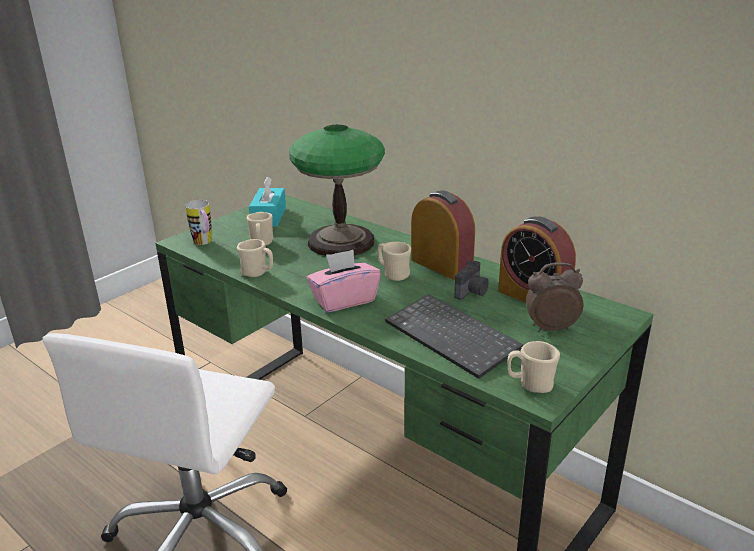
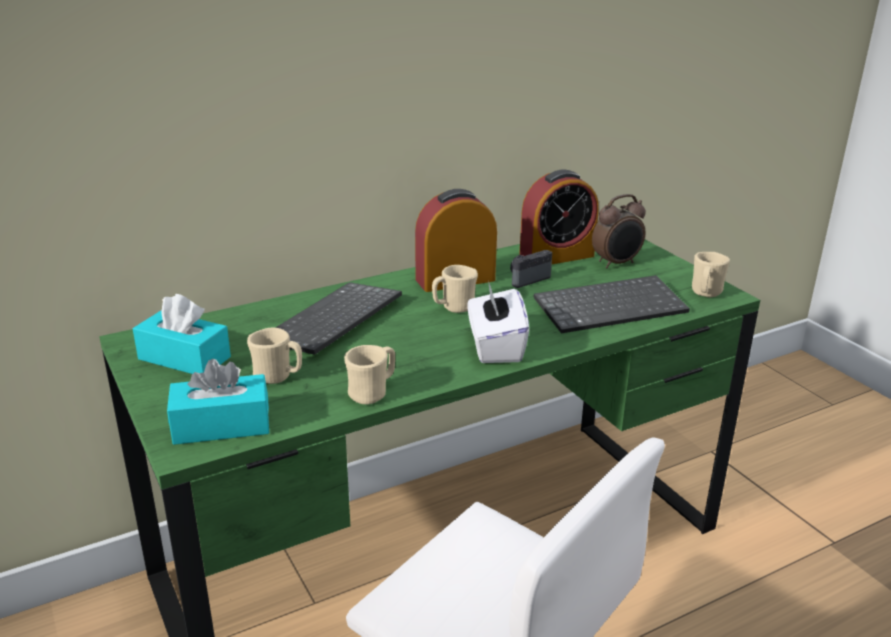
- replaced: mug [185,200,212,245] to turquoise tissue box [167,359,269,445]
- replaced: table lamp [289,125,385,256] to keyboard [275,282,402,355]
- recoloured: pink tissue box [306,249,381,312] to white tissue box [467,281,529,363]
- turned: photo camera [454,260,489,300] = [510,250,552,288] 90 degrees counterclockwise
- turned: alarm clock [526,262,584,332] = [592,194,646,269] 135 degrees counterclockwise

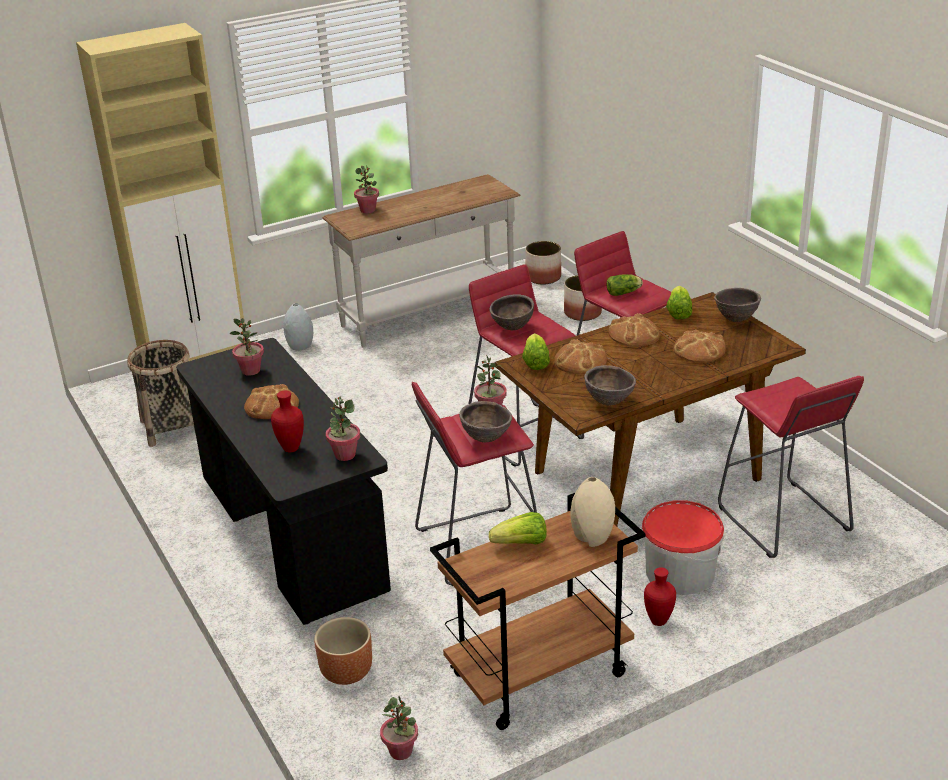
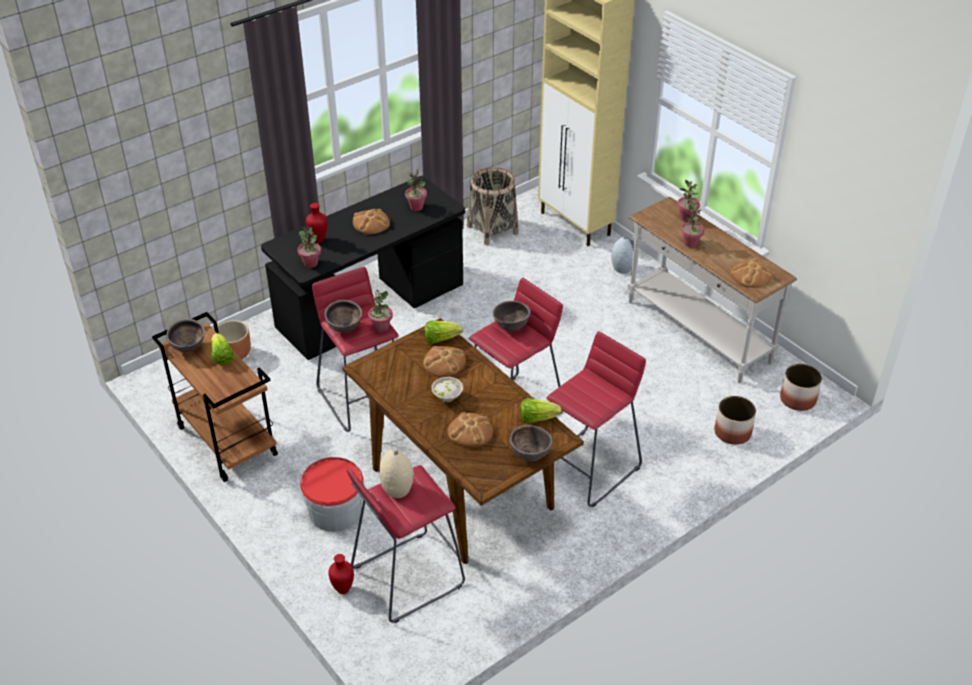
- moved: brown bowl [584,365,636,406] to [167,319,205,352]
- moved: red vase [644,567,676,626] to [328,554,354,594]
- moved: beige vase [570,477,615,547] to [379,450,414,498]
- added: white bowl [431,377,463,402]
- moved: potted plant [380,696,418,760] to [681,205,704,247]
- moved: bread [608,313,660,347] to [731,258,772,288]
- removed: lettuce [607,274,643,296]

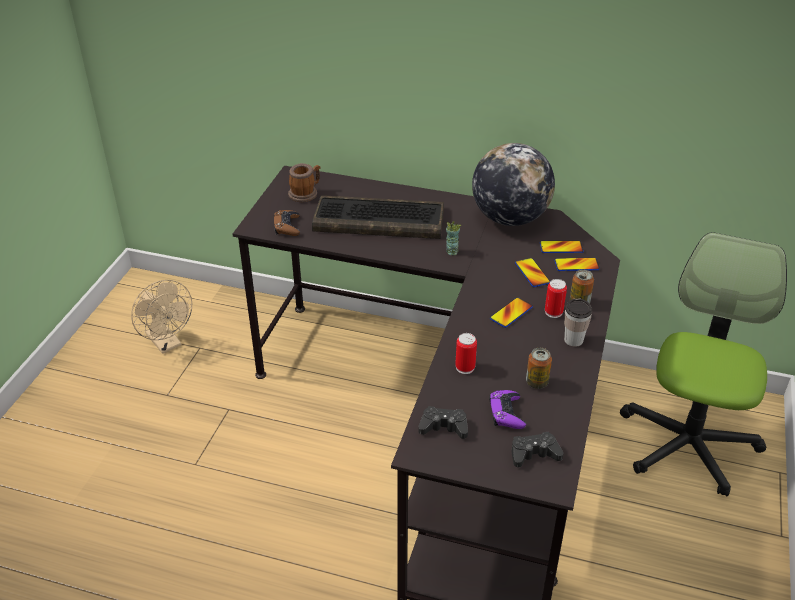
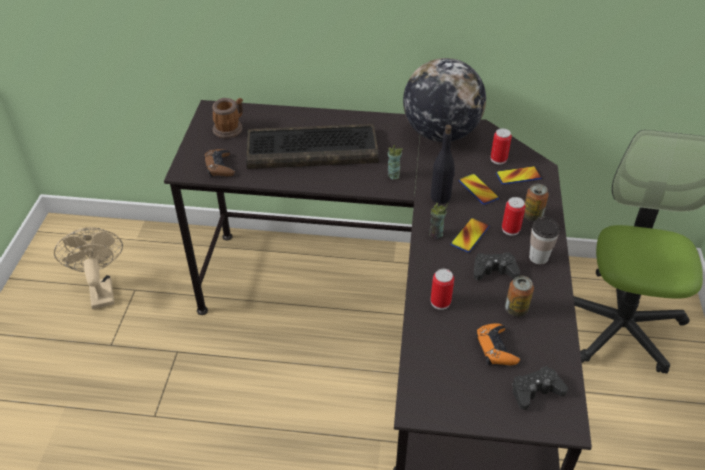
- turned: beige fan [131,280,192,354] = [54,227,123,309] 150 degrees counterclockwise
- added: cup [429,203,448,239]
- added: black bottle [431,125,455,204]
- moved: black game controller [418,406,468,439] to [474,253,520,280]
- recoloured: purple game controller [489,390,526,429] to orange game controller [476,323,520,365]
- replaced: phone [540,241,584,253] to can [491,128,512,164]

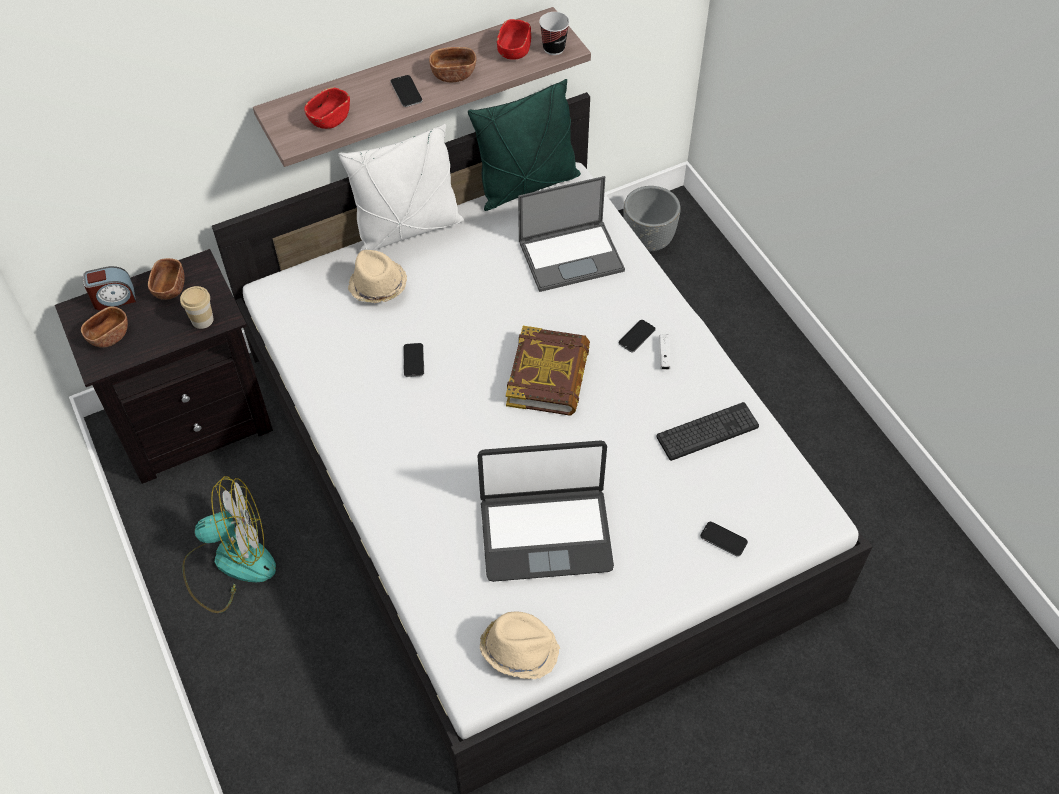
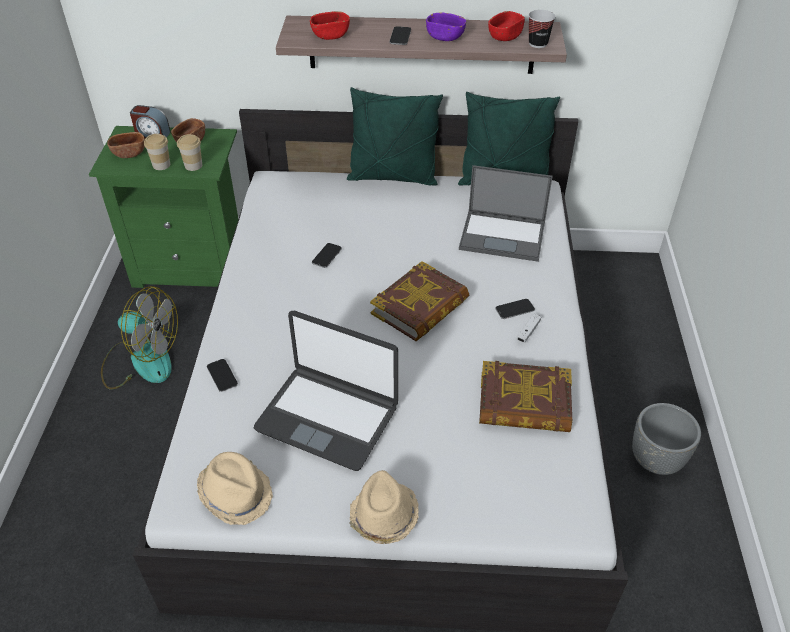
- recoloured: black nightstand [55,249,273,484] to green nightstand [89,126,238,288]
- added: cup [144,134,170,170]
- moved: phone [700,522,748,557] to [207,359,238,392]
- recoloured: white pillow [338,124,464,251] to green pillow [347,87,443,186]
- moved: beige hat [348,250,407,303] to [349,470,419,544]
- recoloured: brown bowl [429,47,476,82] to purple bowl [426,13,466,41]
- replaced: keyboard [657,402,759,461] to book [479,361,572,432]
- moved: grey planter [623,186,680,251] to [632,403,701,475]

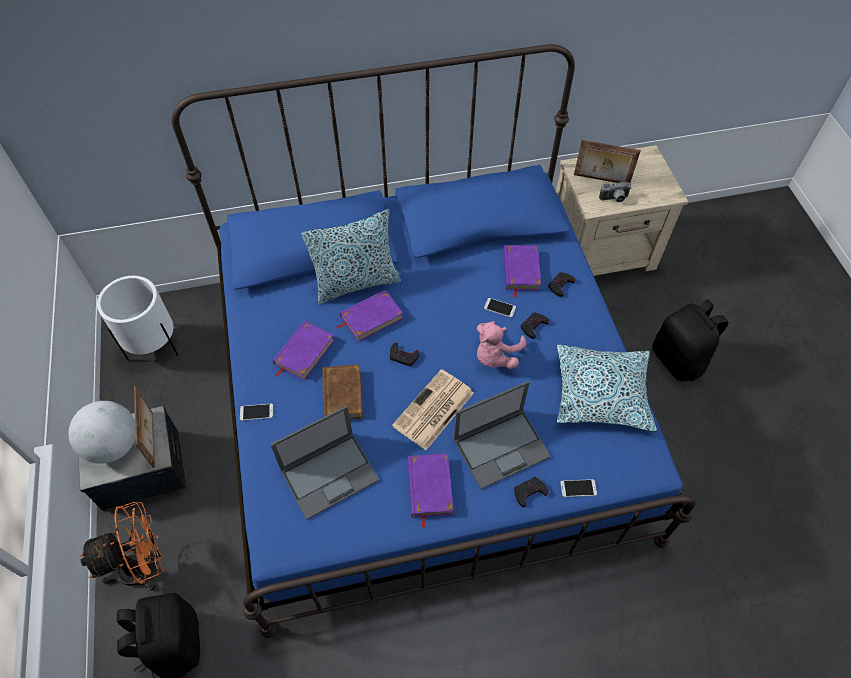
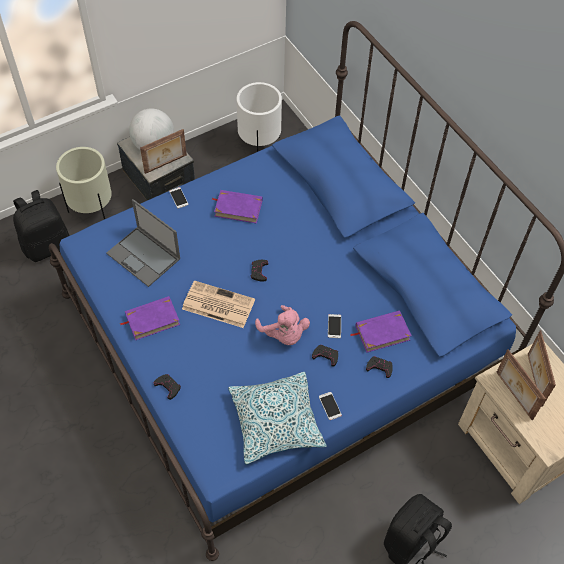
- replaced: orange fan [79,502,163,591] to beige planter [56,147,112,219]
- turned: pink plush toy [477,321,526,369] = [255,305,310,345] 135 degrees counterclockwise
- moved: phone [560,479,597,497] to [319,392,342,420]
- replaced: photo camera [599,182,631,202] to picture frame [496,349,546,420]
- removed: pillow [301,209,401,304]
- removed: brown book [322,364,363,419]
- removed: purple book [336,290,403,342]
- removed: laptop [454,381,551,489]

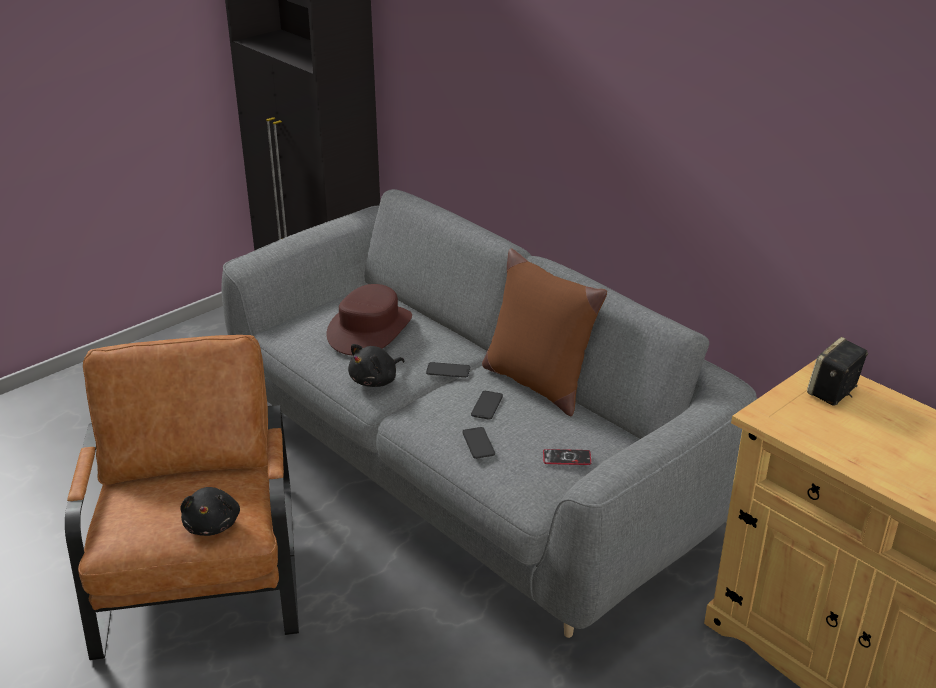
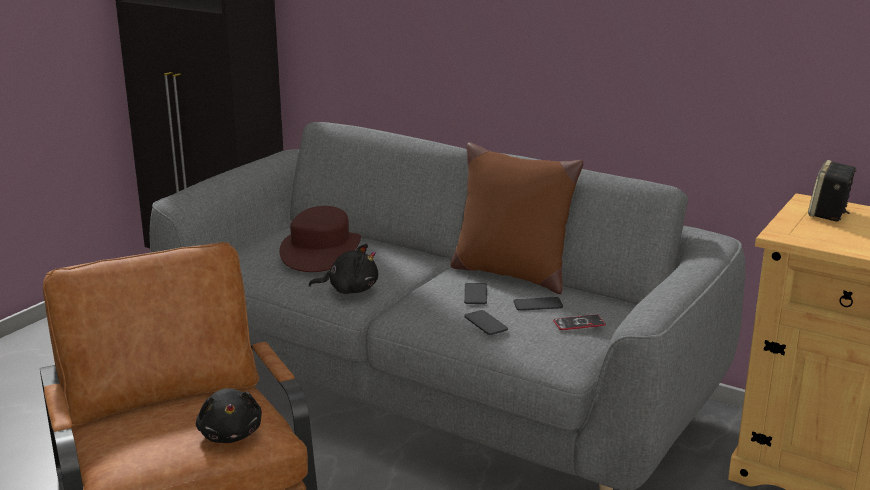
- turned: black plush toy [348,344,405,387] = [309,244,378,294] 120 degrees counterclockwise
- moved: phone [426,362,470,378] to [514,297,563,311]

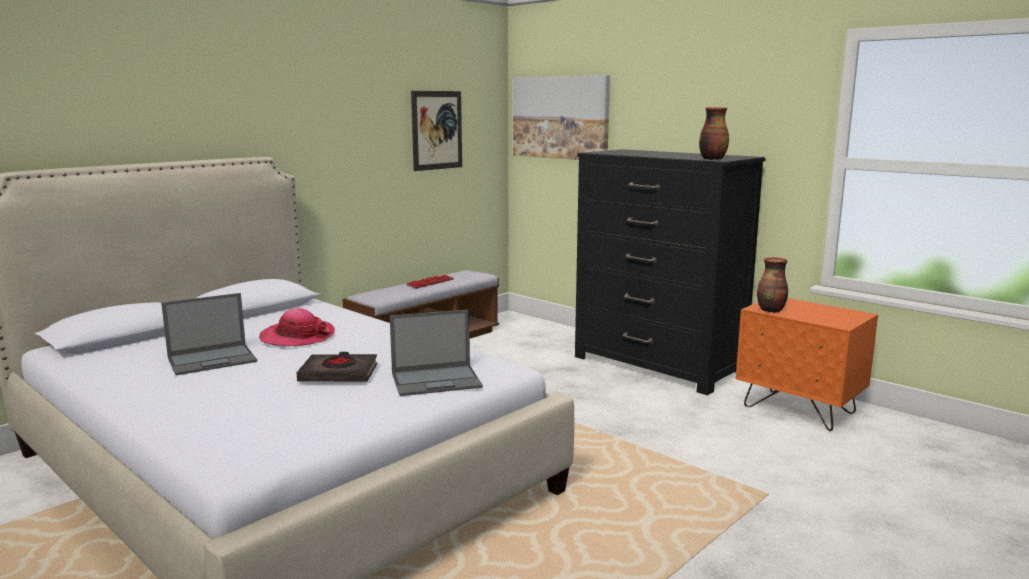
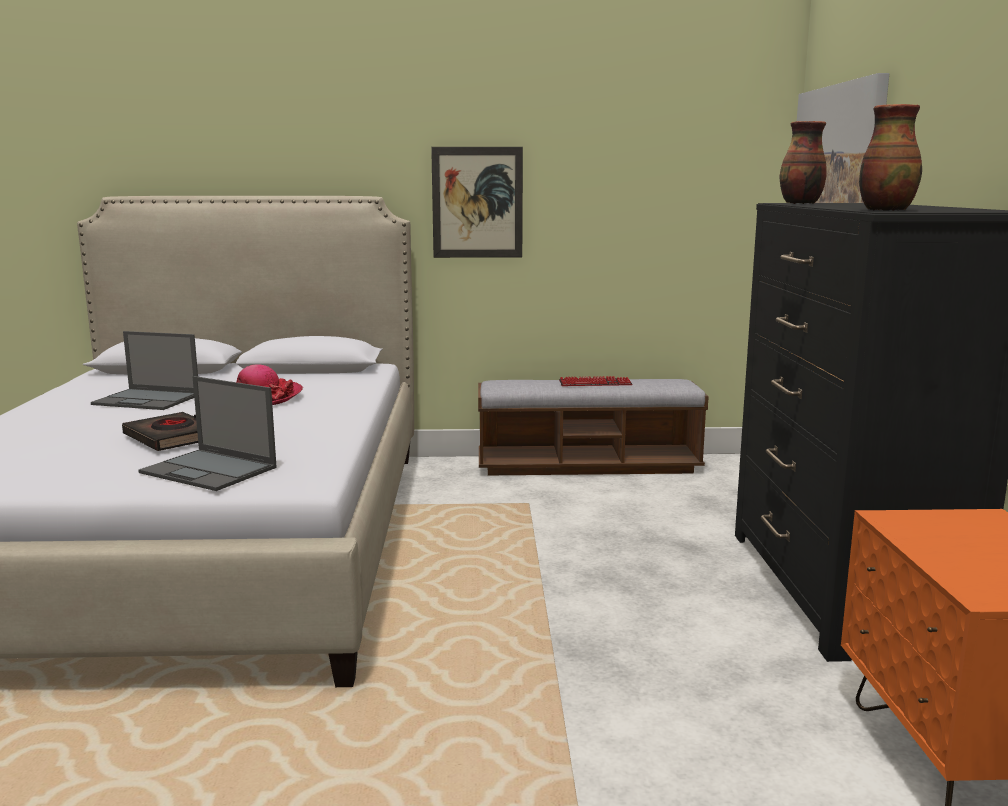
- moved: picture [411,91,462,171] to [431,147,523,258]
- moved: vase [757,257,788,313] to [780,121,827,204]

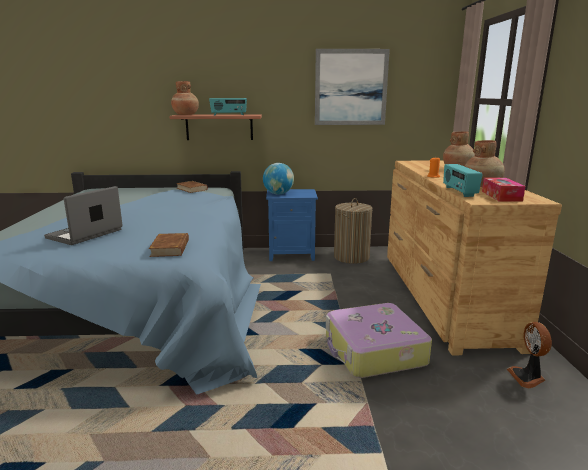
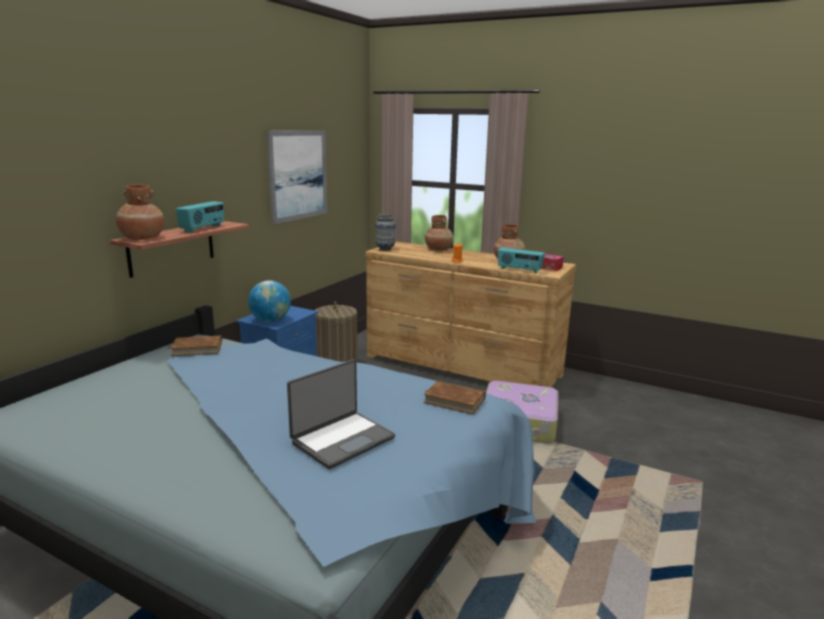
- turned: laptop [44,186,123,245] = [287,359,395,469] 105 degrees counterclockwise
- added: vase [375,214,396,251]
- removed: fan [507,322,552,388]

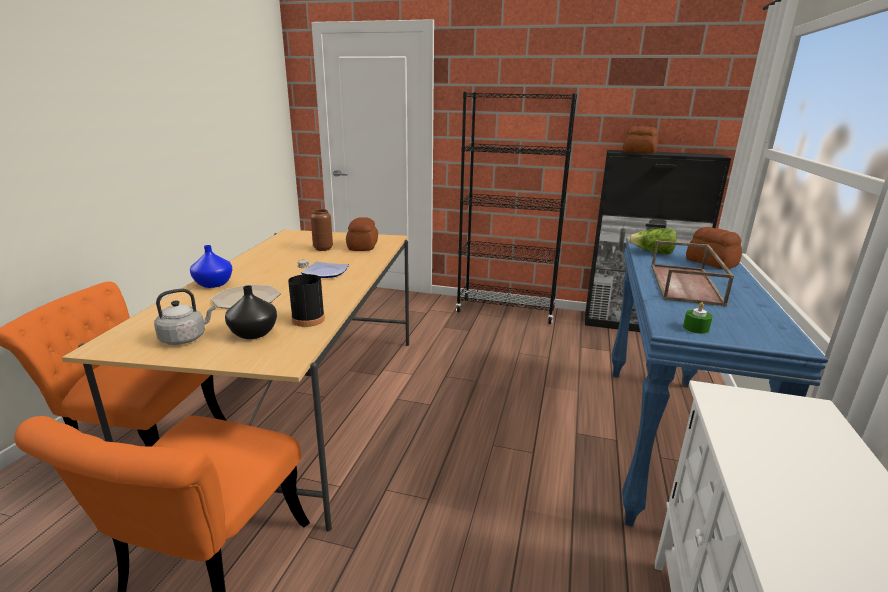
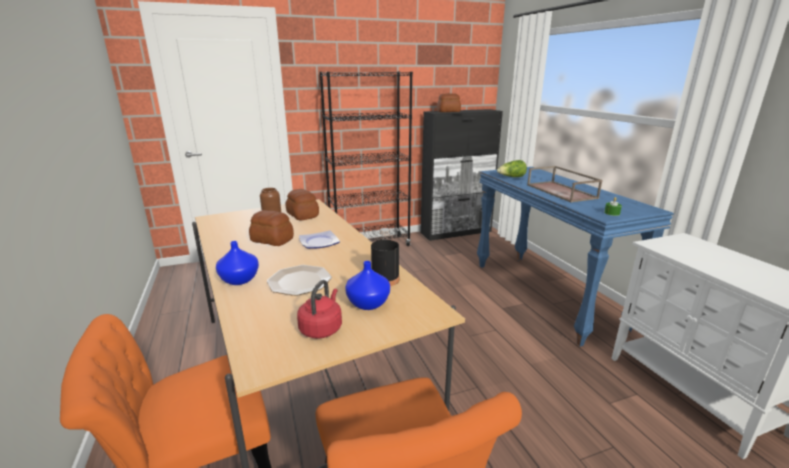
- moved: bread [686,227,742,270] to [249,210,294,246]
- recoloured: grey kettle [154,289,216,345] to red kettle [297,280,342,339]
- recoloured: black vase [225,285,277,339] to blue vase [345,261,390,310]

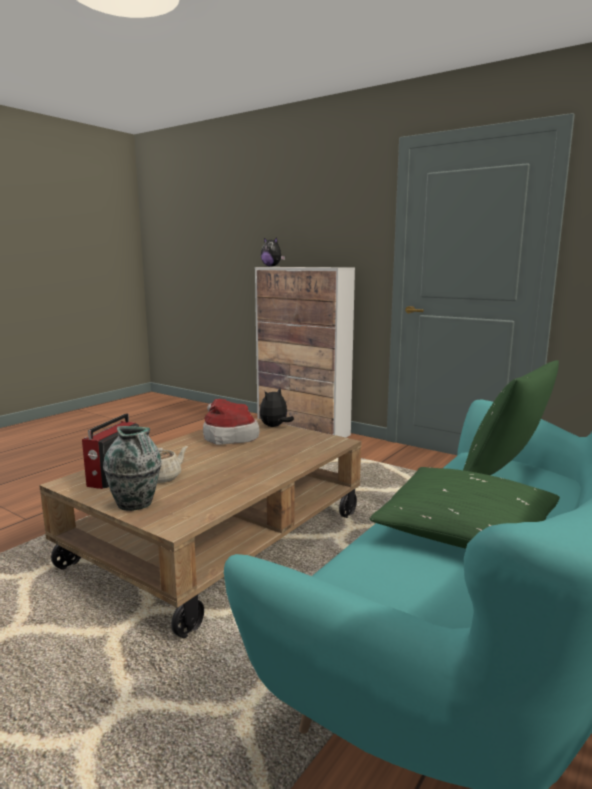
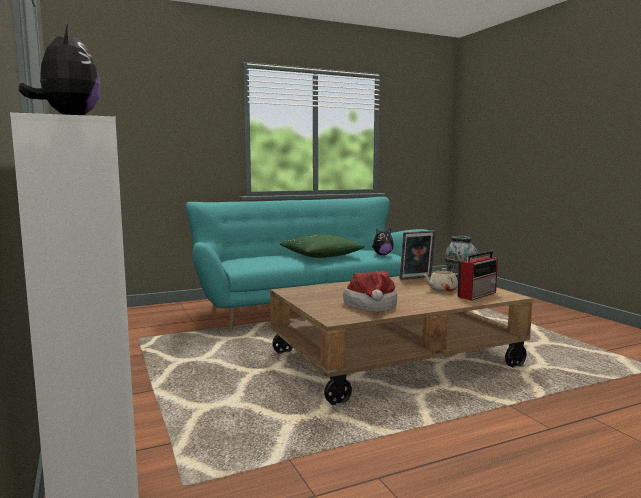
- moved: plush toy [260,388,294,427] to [372,229,394,255]
- added: picture frame [400,230,436,280]
- removed: green pillow [463,360,559,475]

